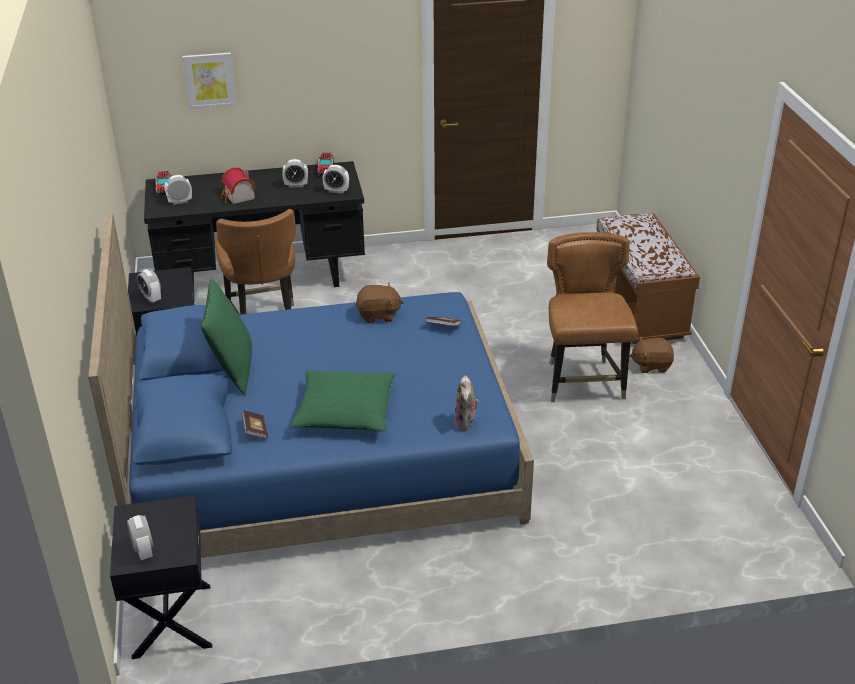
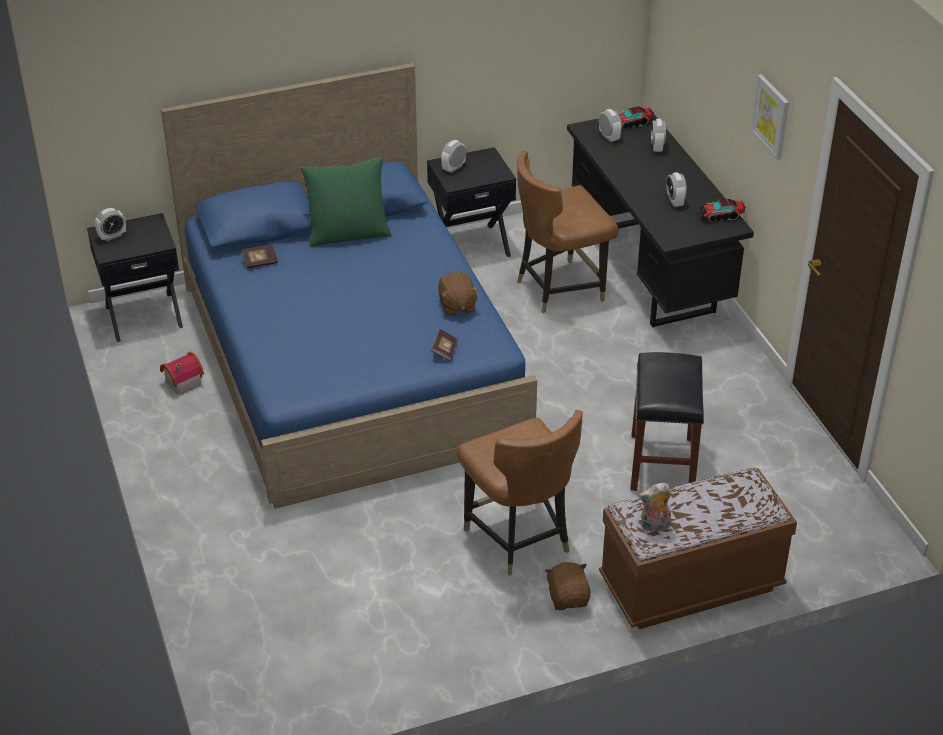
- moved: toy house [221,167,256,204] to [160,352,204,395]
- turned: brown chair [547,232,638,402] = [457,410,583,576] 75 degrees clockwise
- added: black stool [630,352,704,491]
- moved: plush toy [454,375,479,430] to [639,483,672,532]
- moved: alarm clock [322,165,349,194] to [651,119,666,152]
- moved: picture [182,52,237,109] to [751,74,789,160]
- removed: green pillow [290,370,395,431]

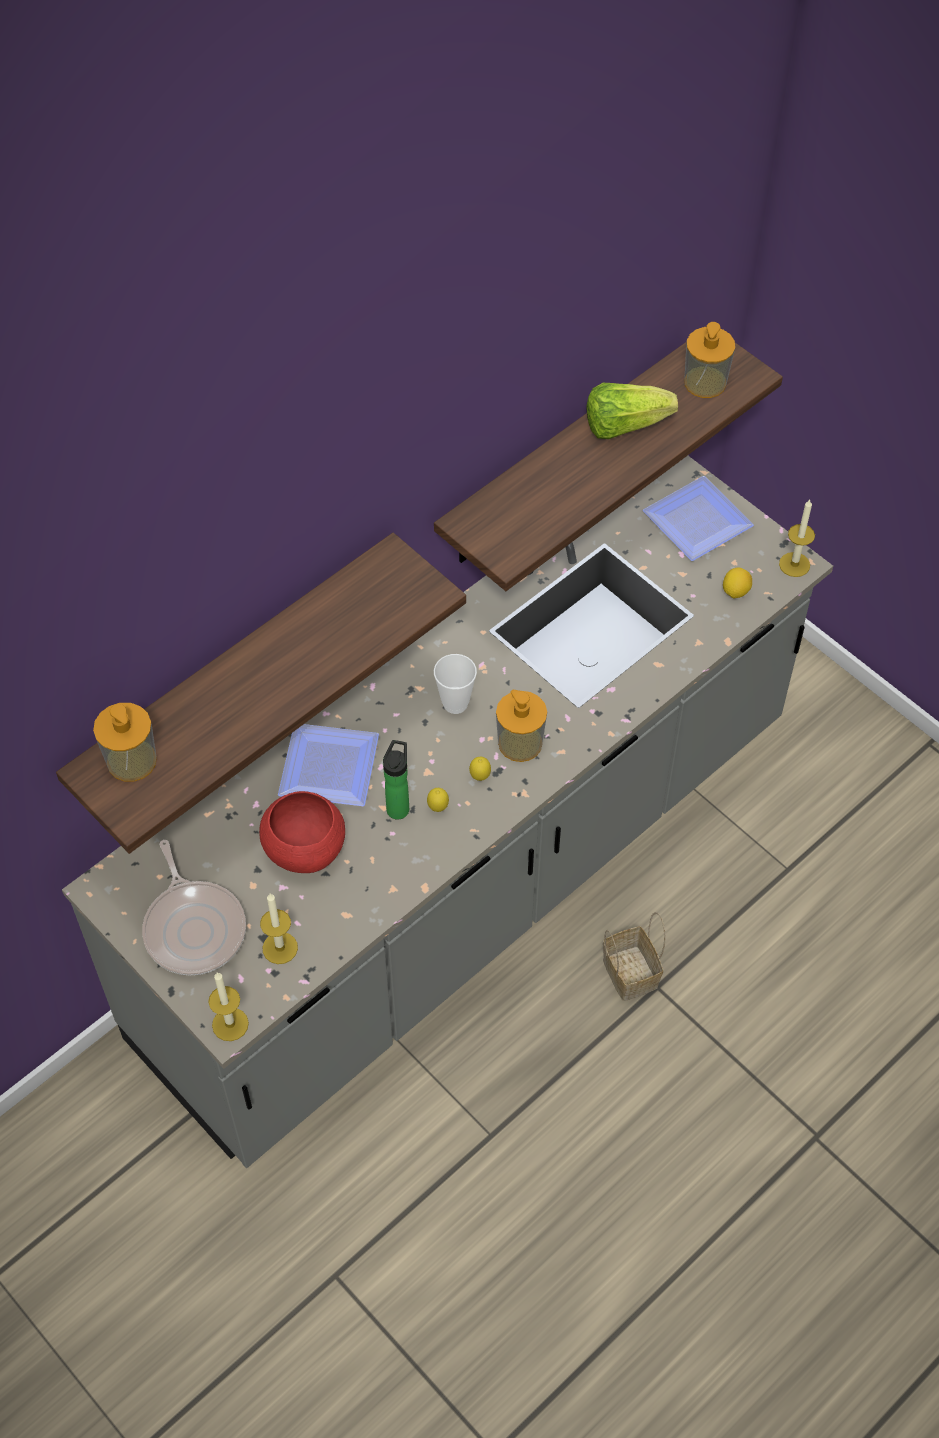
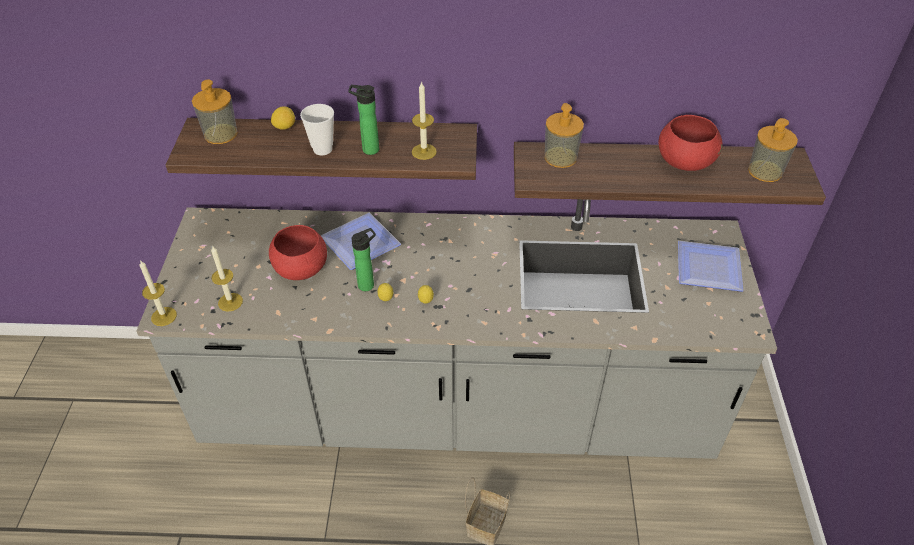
- moved: lemon [723,568,752,598] to [271,106,295,130]
- moved: cup [434,654,477,714] to [300,104,334,155]
- added: bottle [348,85,379,155]
- moved: candle [779,500,815,577] to [412,81,437,160]
- moved: soap dispenser [496,690,547,762] to [545,103,584,168]
- replaced: lettuce [587,383,678,439] to red bowl [659,115,723,171]
- removed: frying pan [142,840,246,975]

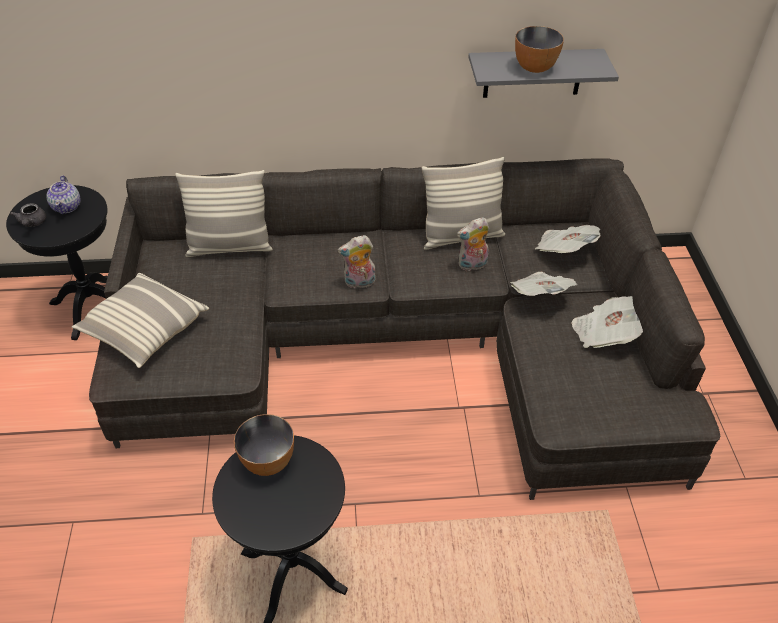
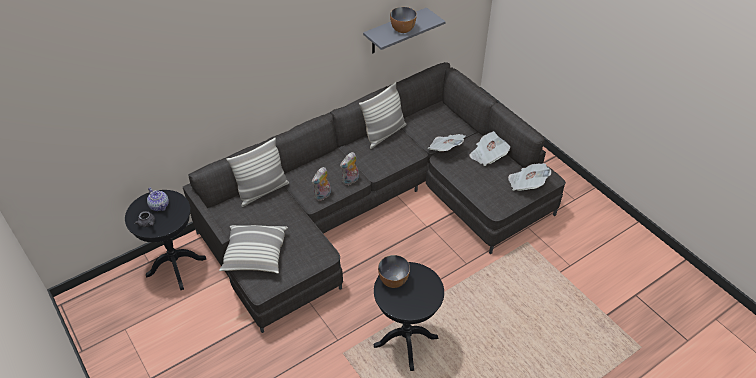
- moved: plush toy [457,217,489,271] to [312,167,331,201]
- moved: newspaper [535,225,601,253] to [508,163,551,191]

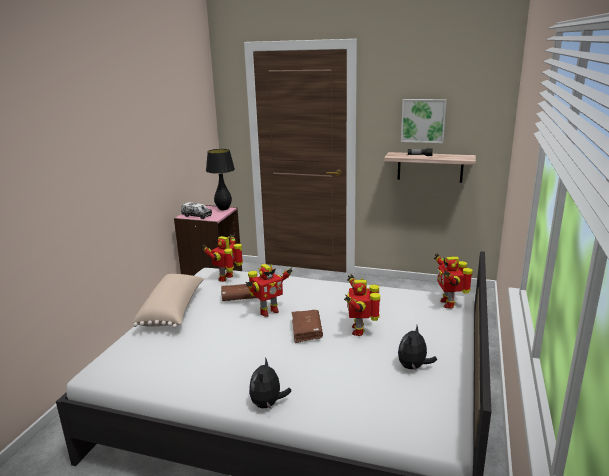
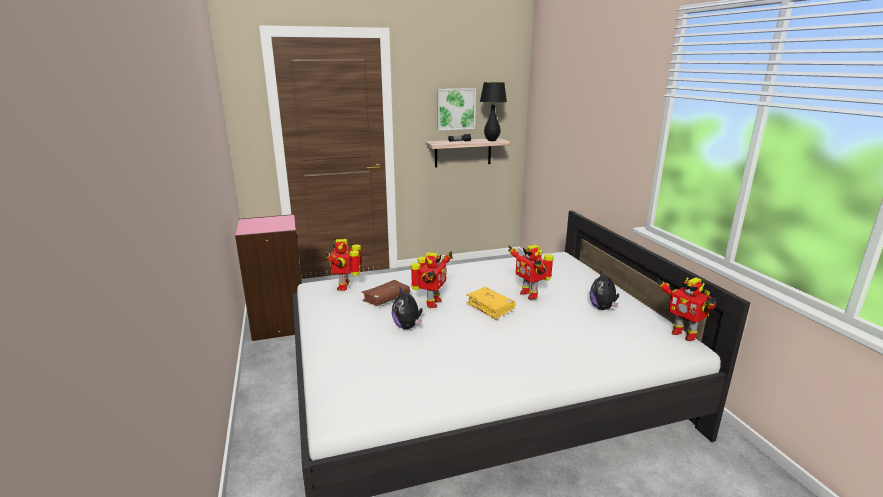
- moved: plush toy [249,357,291,410] to [392,286,423,329]
- recoloured: brown book [292,310,323,343] to yellow book [466,287,515,320]
- moved: black table lamp [206,149,235,210] to [480,82,507,141]
- moved: toy robot [434,253,473,308] to [657,277,716,341]
- removed: beige pillow [133,274,204,328]
- removed: toy truck [181,202,212,219]

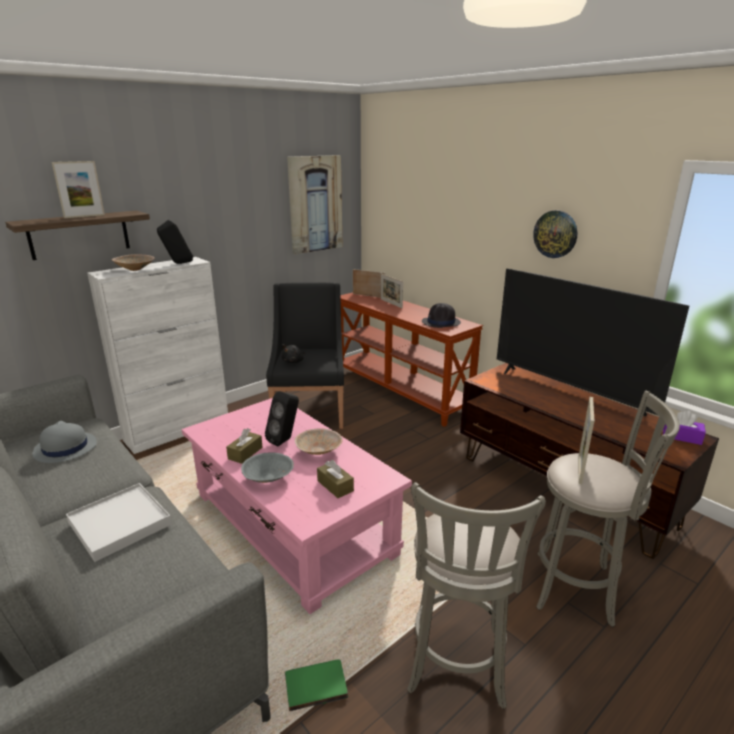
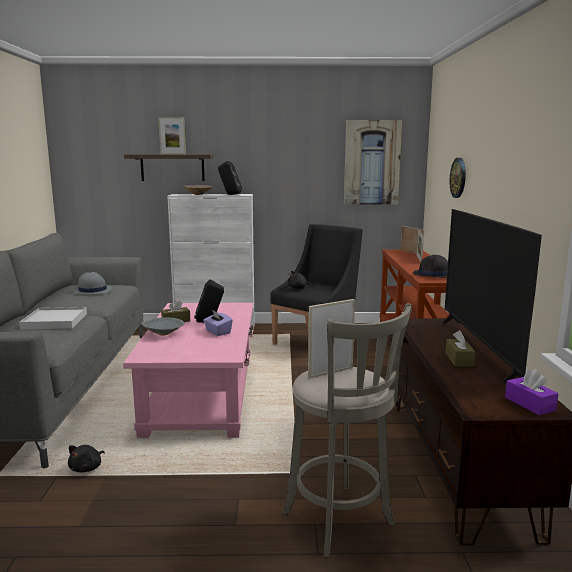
- replaced: green book [285,659,348,711] to black plush toy [68,445,105,472]
- replaced: beige bowl [295,428,343,455] to purple tissue box [203,310,233,336]
- moved: brown tissue box [317,460,354,498] to [446,330,475,367]
- moved: wall clock [533,210,577,258] to [450,158,466,198]
- removed: grey stool [407,482,546,709]

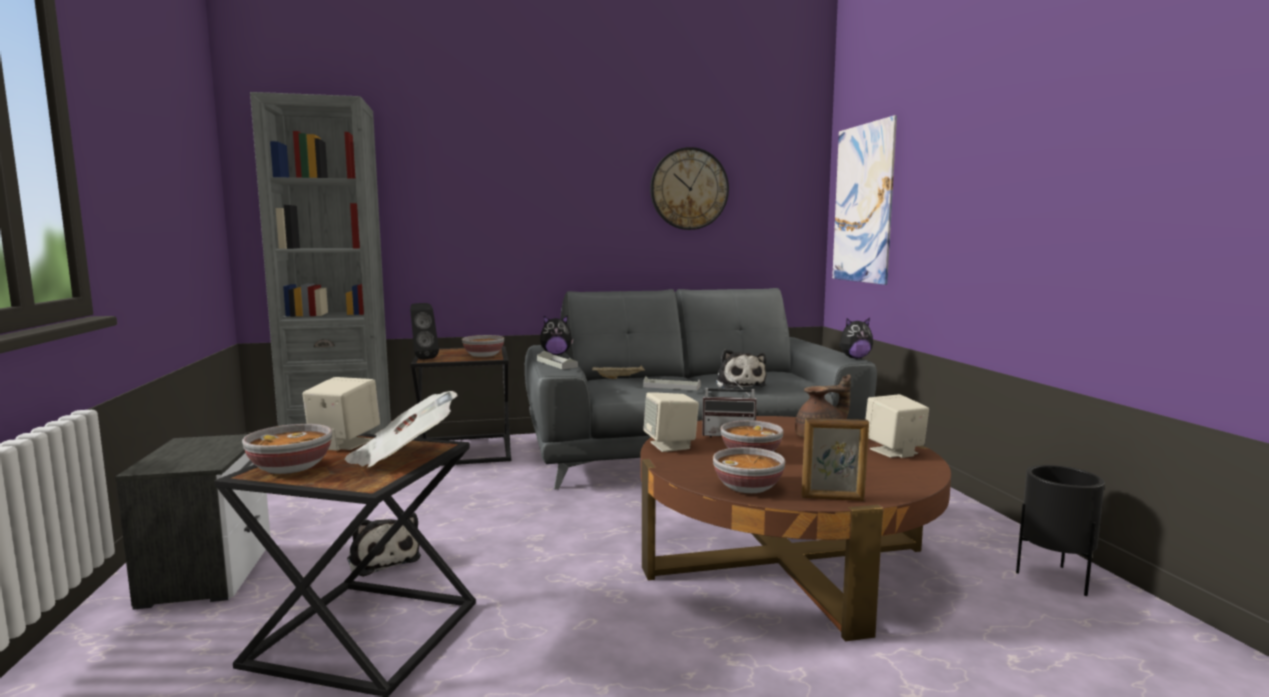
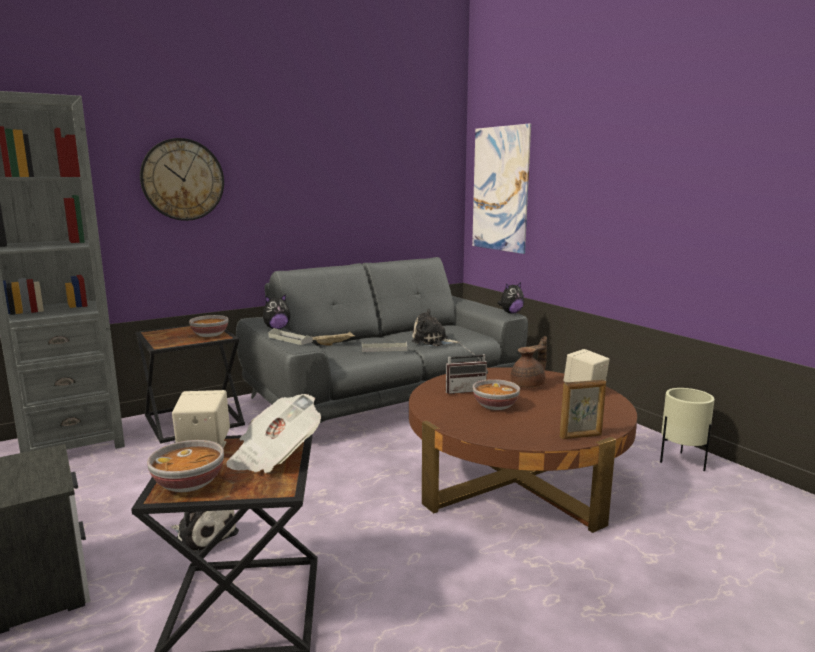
- moved: wall clock [650,147,729,230] to [140,138,224,221]
- turned: plush toy [715,349,767,389] = [412,309,460,346] 135 degrees clockwise
- recoloured: black planter [1016,465,1105,596] to beige planter [660,388,715,471]
- removed: black speaker [410,303,439,360]
- removed: beige speaker [643,392,699,452]
- removed: bowl [713,447,786,493]

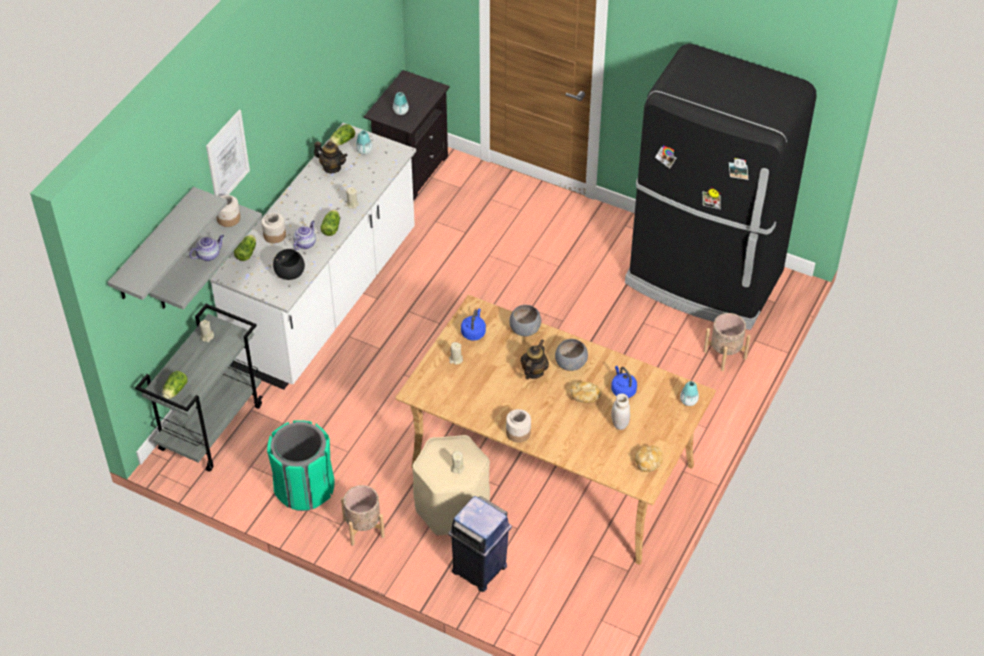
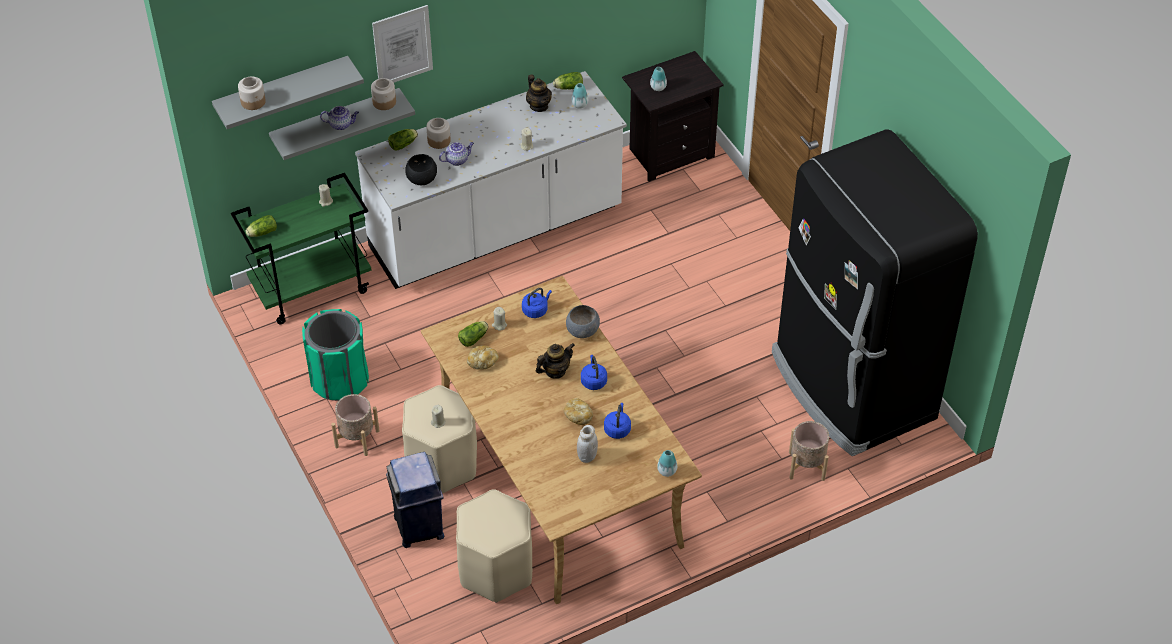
- recoloured: grey cart [135,304,263,472] to green cart [231,173,372,325]
- moved: jar [506,409,531,443] to [238,76,266,110]
- added: beige stool [456,489,532,603]
- moved: lettuce [320,210,340,236] to [458,321,488,347]
- moved: bread [635,446,663,472] to [467,345,499,369]
- replaced: grey bowl [555,339,588,371] to blue kettle [581,355,607,390]

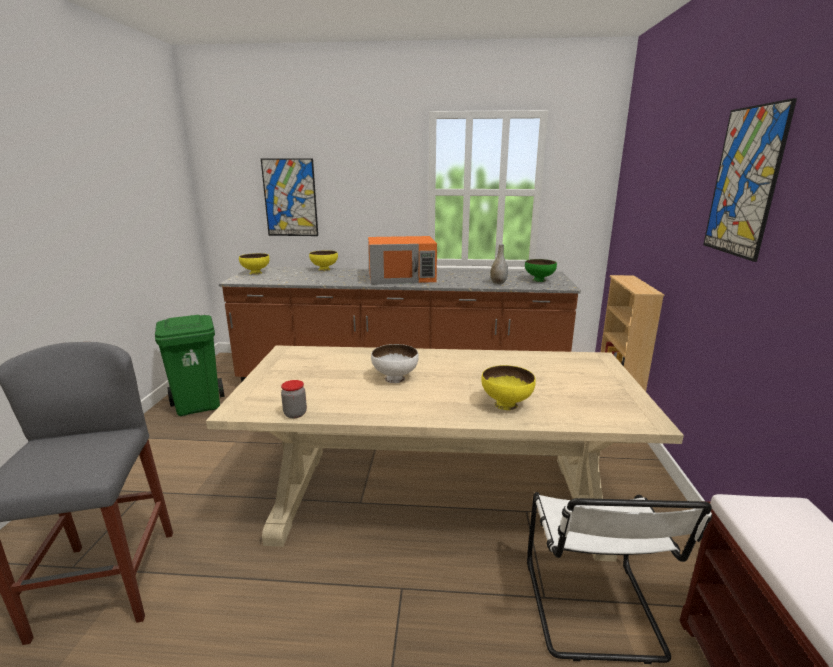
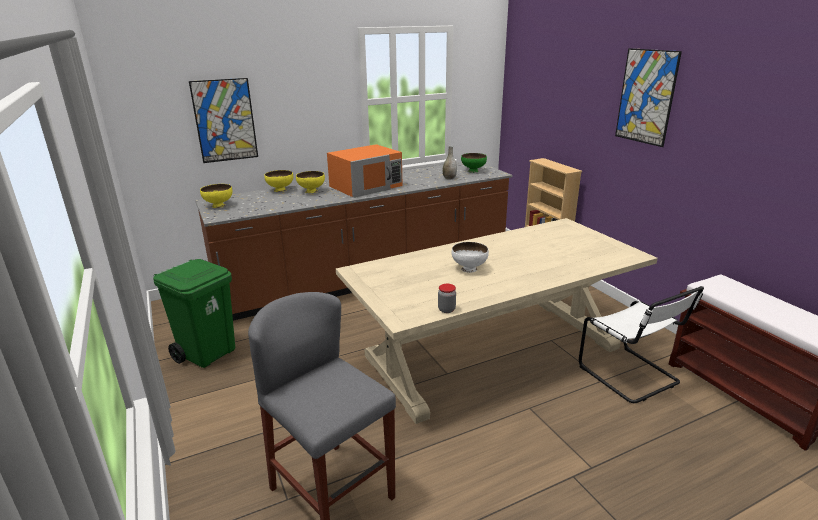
- moved: yellow bowl [481,365,536,410] to [296,171,325,193]

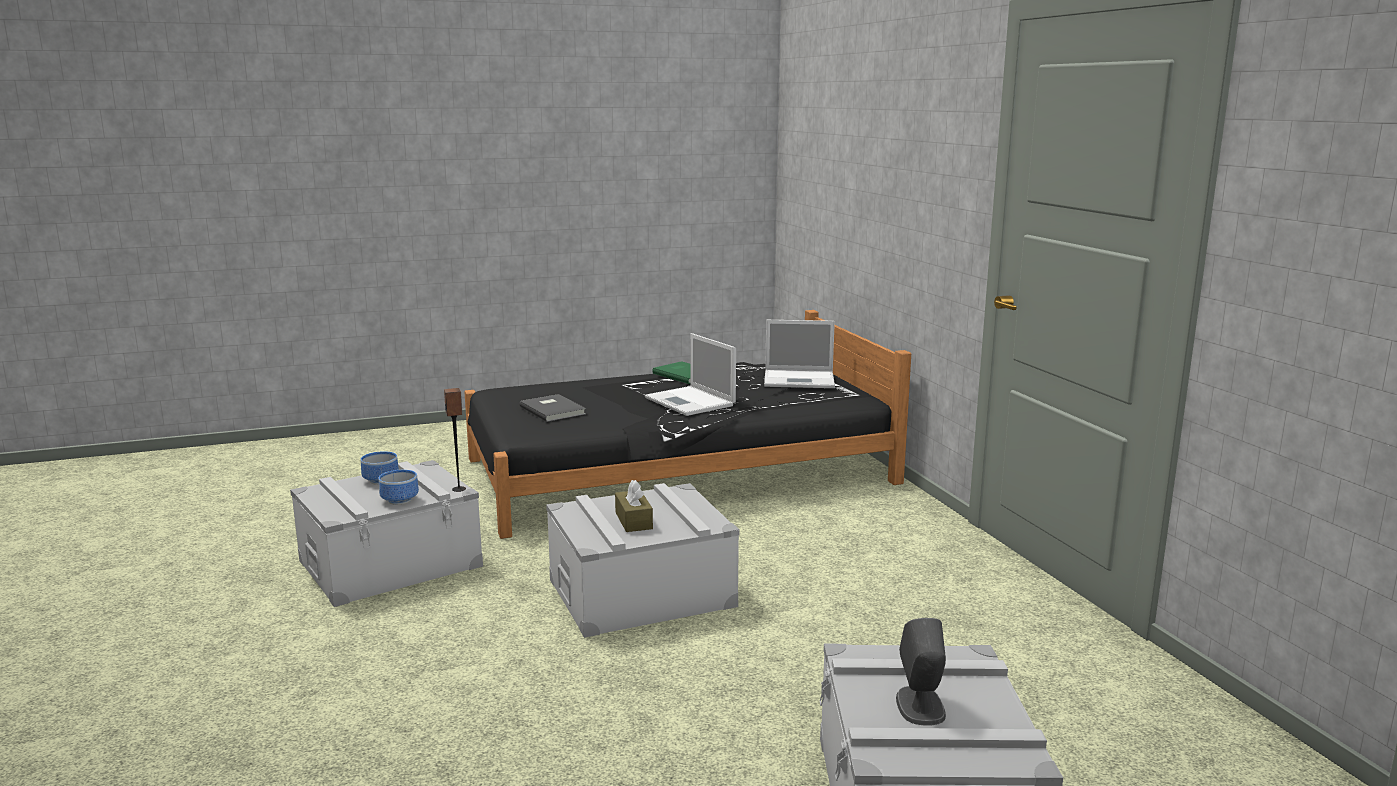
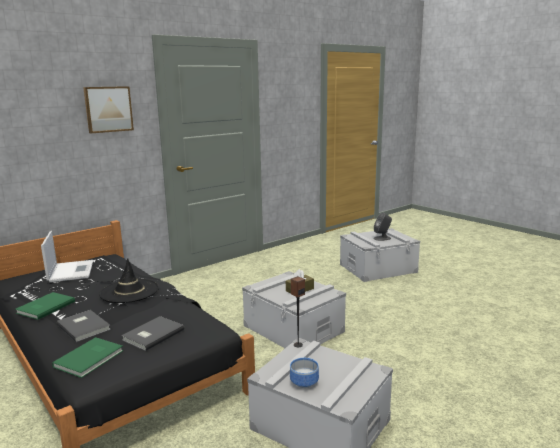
- added: green book [52,337,124,378]
- added: grey book [57,310,111,342]
- added: picture [83,86,134,133]
- replaced: laptop [645,333,736,416] to black hat [99,258,159,303]
- removed: bowl [379,470,419,505]

